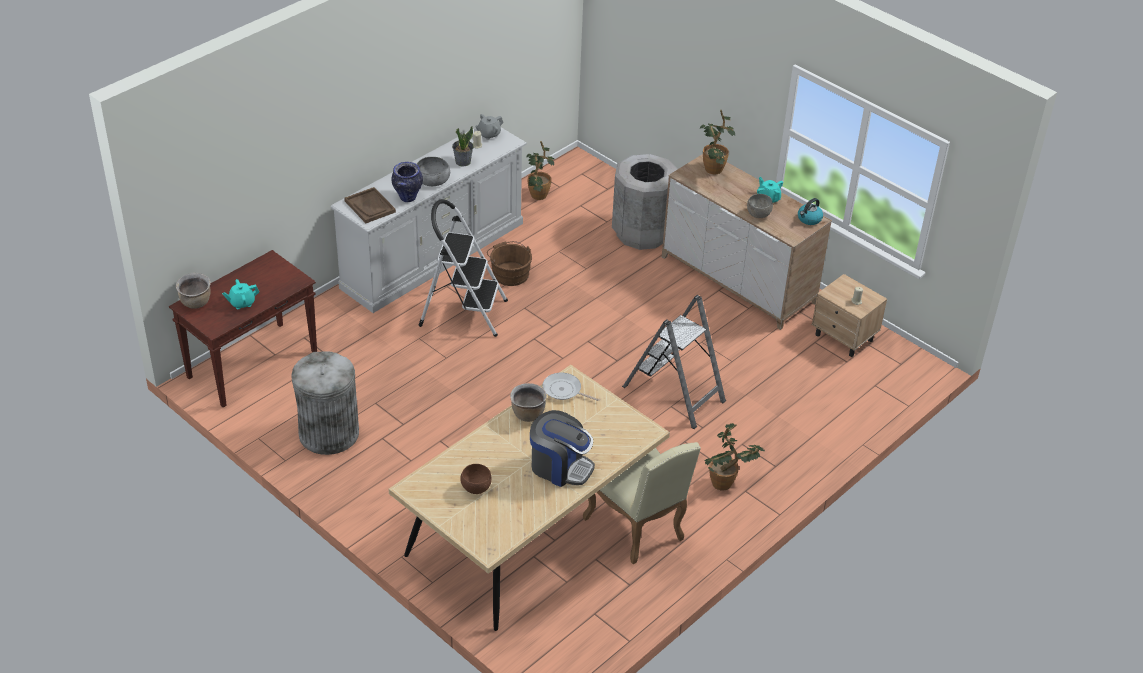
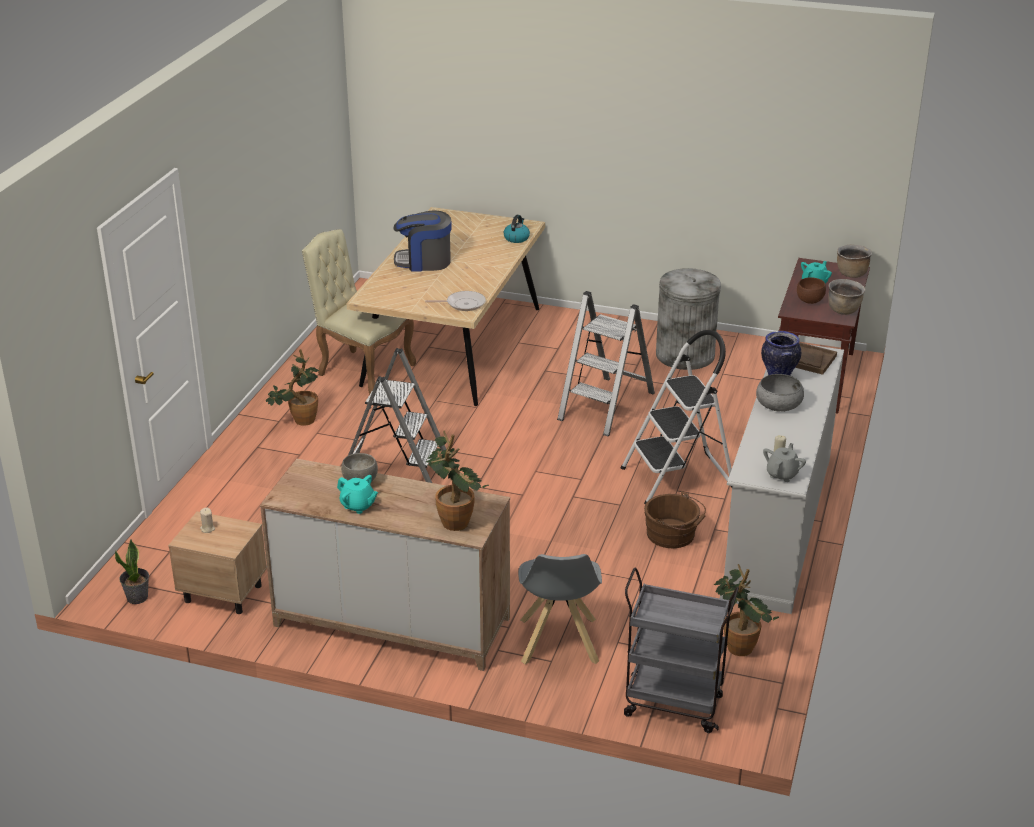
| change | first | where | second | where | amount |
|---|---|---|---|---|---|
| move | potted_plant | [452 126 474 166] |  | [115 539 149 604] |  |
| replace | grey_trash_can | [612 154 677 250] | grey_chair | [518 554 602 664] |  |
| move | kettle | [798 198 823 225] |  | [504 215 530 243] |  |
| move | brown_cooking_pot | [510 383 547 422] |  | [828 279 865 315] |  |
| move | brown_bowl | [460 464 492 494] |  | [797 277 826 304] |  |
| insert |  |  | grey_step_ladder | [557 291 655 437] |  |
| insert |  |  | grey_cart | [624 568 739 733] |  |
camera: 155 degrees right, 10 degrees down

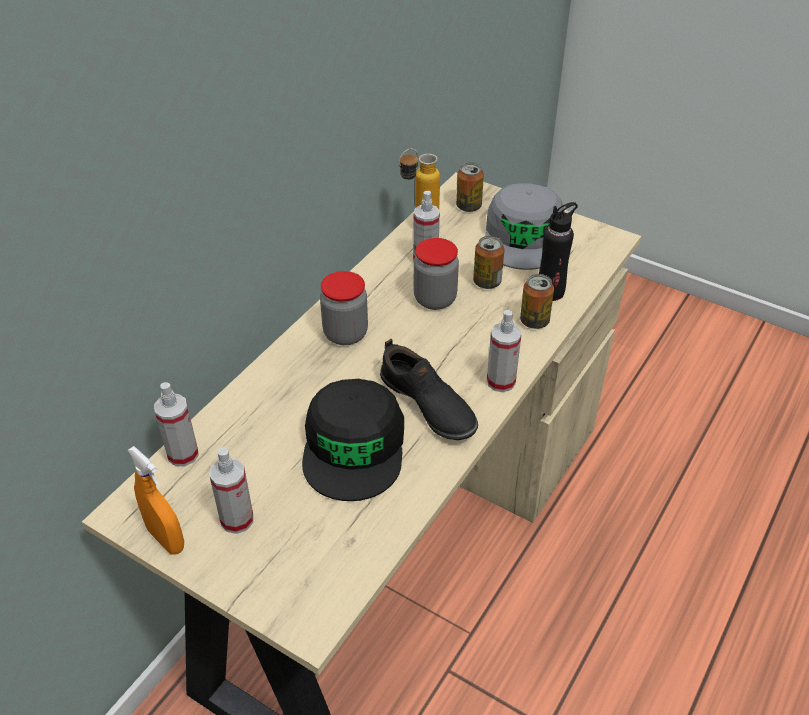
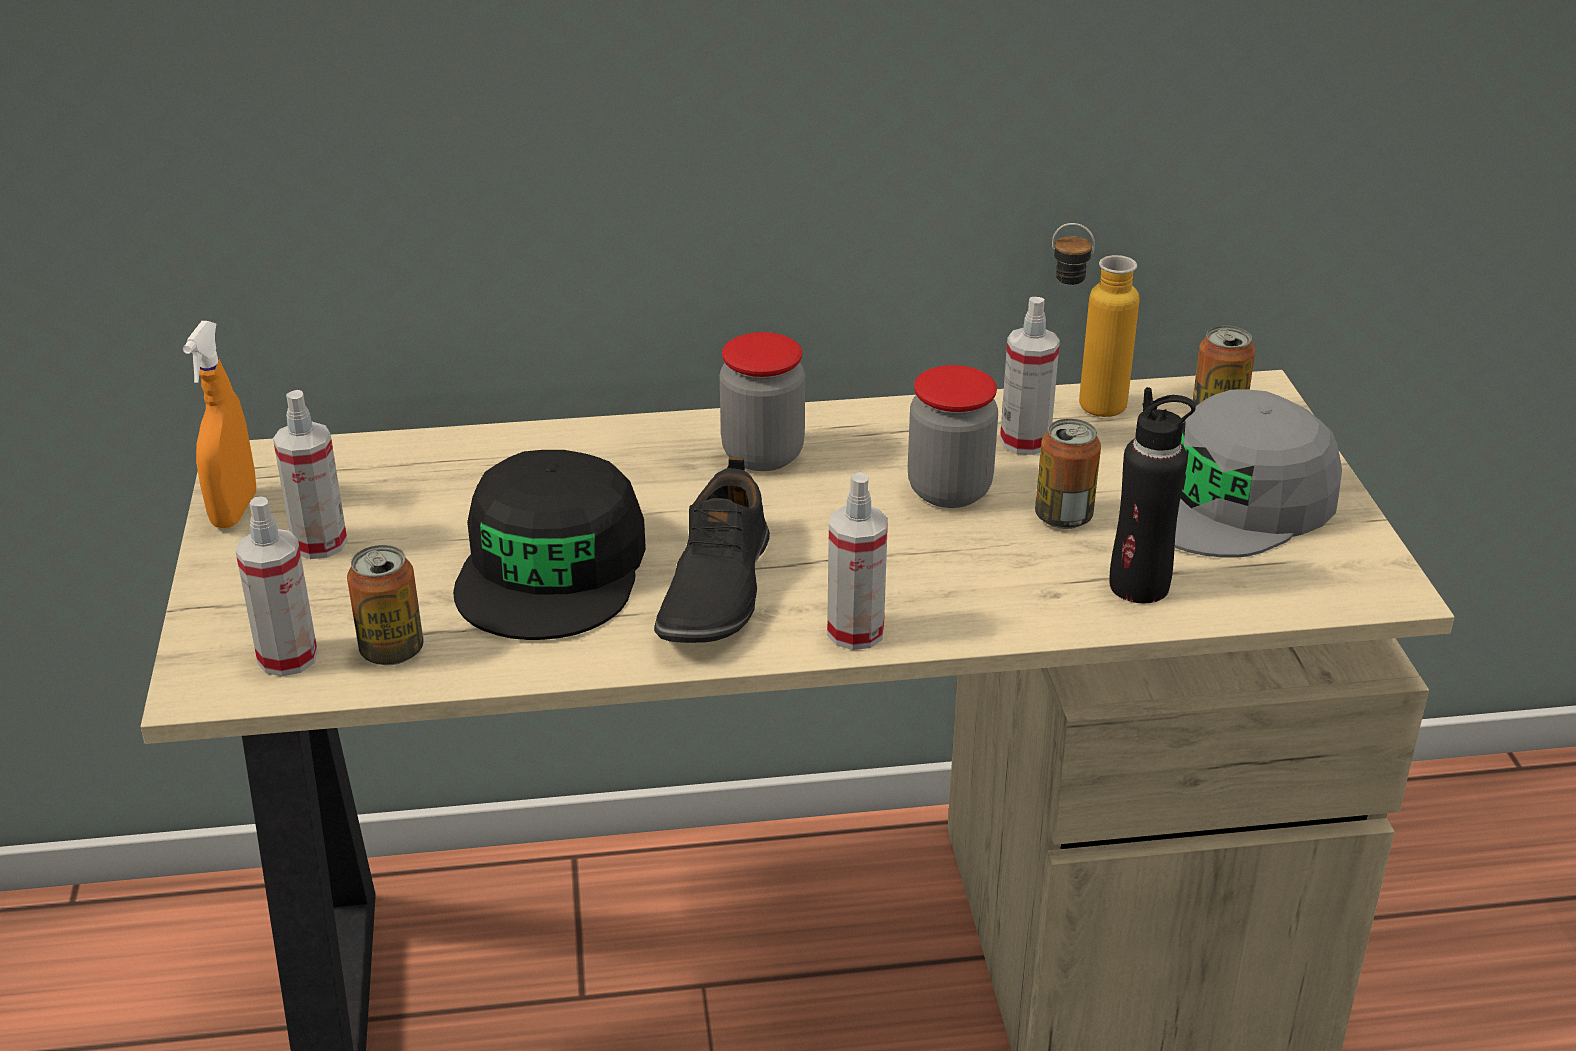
| change | first | where | second | where | amount |
|---|---|---|---|---|---|
| move | can | [520 274 554 329] |  | [347 545 424 665] |  |
| rotate | black_cap | [302 379 404 501] |  | [453 450 646 640] | 45 degrees counterclockwise |
| move | spray_bottle | [154 382 199 466] |  | [235 496 318 677] |  |
camera: 50 degrees right, 10 degrees down

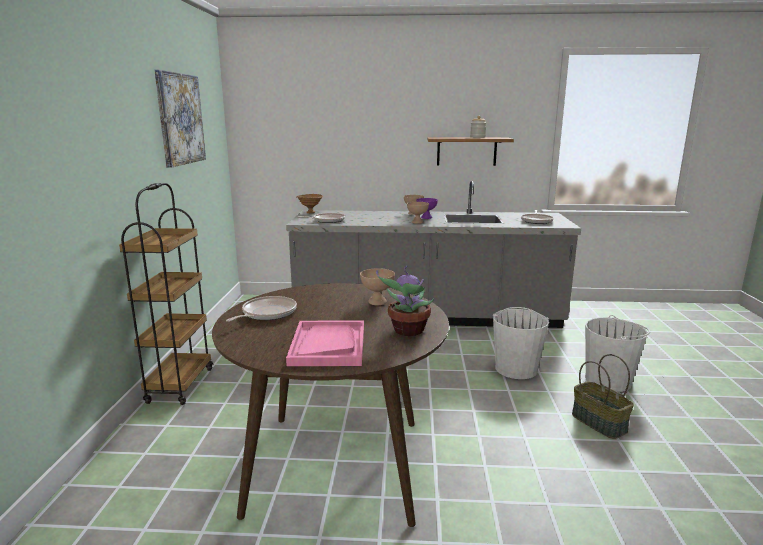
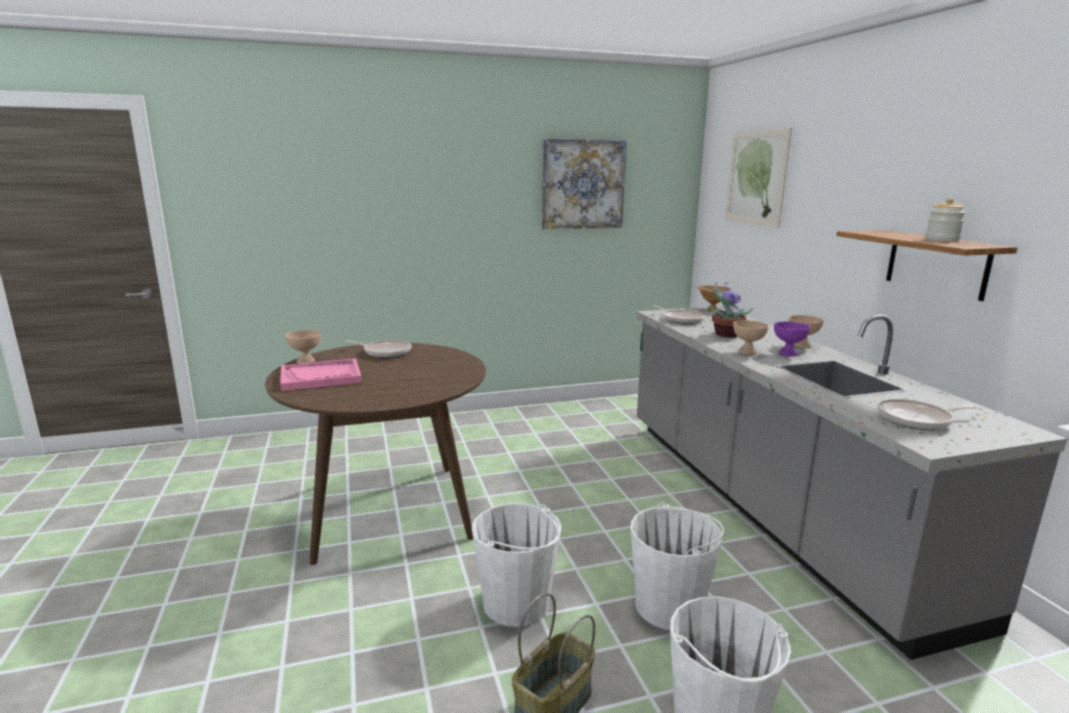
| change | first | where | second | where | amount |
|---|---|---|---|---|---|
| delete | brown_cart | [119 183 213 405] |  |  |  |
| move | potted_plant | [376 266 434 336] |  | [708 282 753 337] |  |
| move | beige_bowl | [360 268 395 305] |  | [285 330 321 364] |  |
| insert |  |  | picture | [725 128 792 228] |  |
| insert |  |  | white_bucket | [472 503 561 627] |  |
camera: 70 degrees right, 0 degrees up

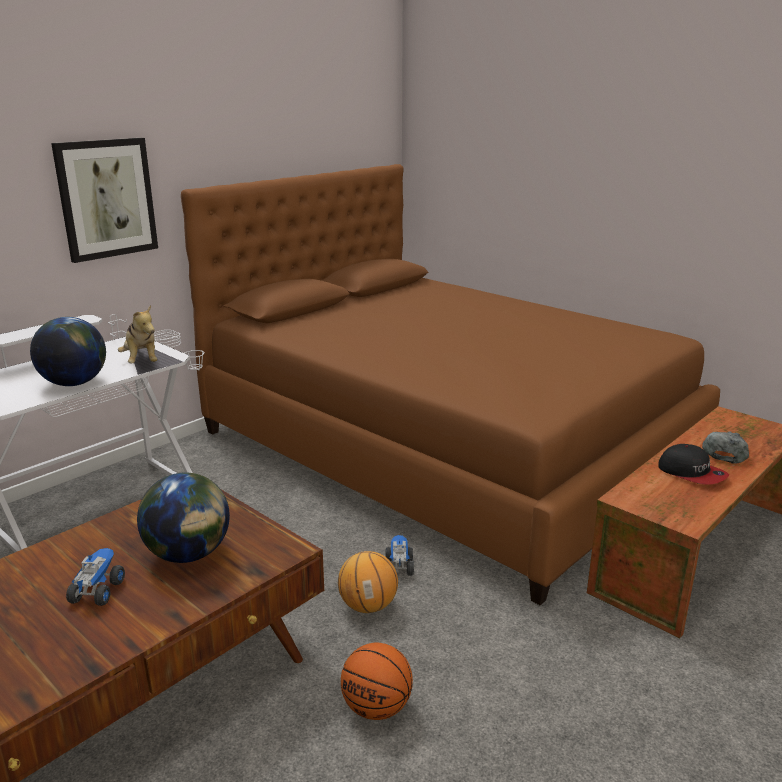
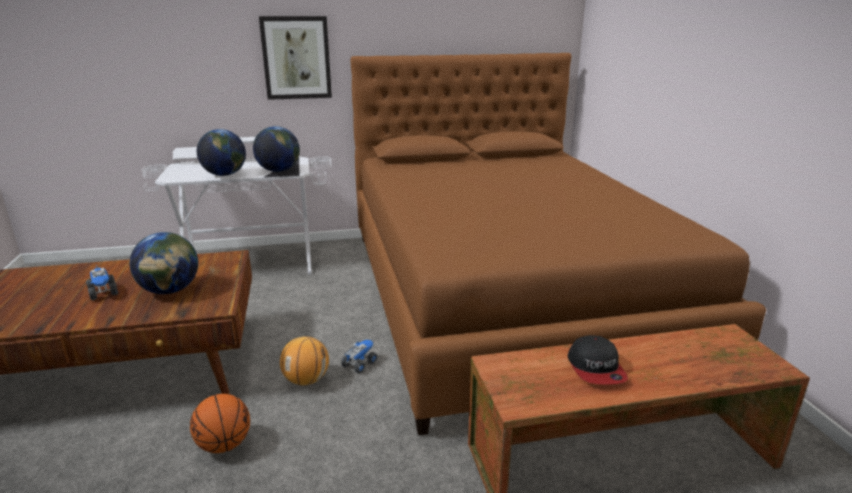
| change | first | where | second | where | amount |
|---|---|---|---|---|---|
| replace | plush_toy | [118 305 157 363] | globe | [253 126 300 172] |  |
| delete | grey_cap | [702 432 749 464] |  |  |  |
| rotate | toy_truck | [66 548 125 606] |  | [86 264 118 300] | 105 degrees clockwise |
camera: 35 degrees right, 0 degrees up

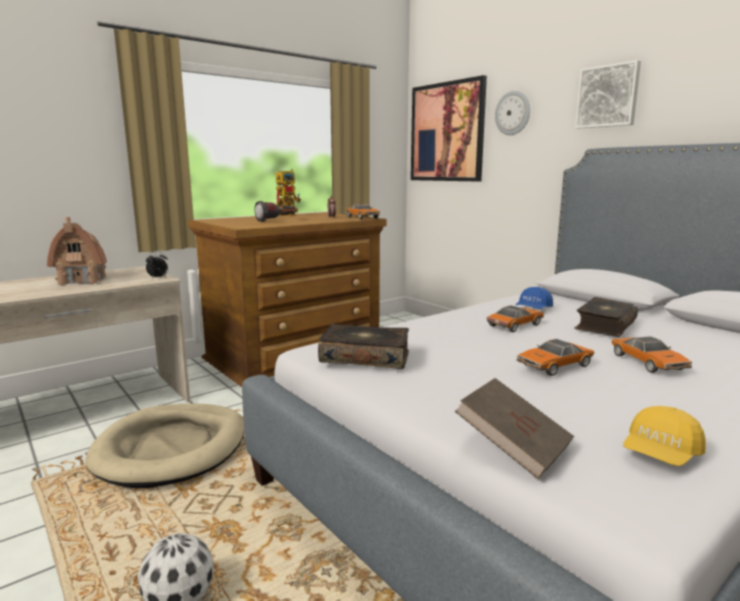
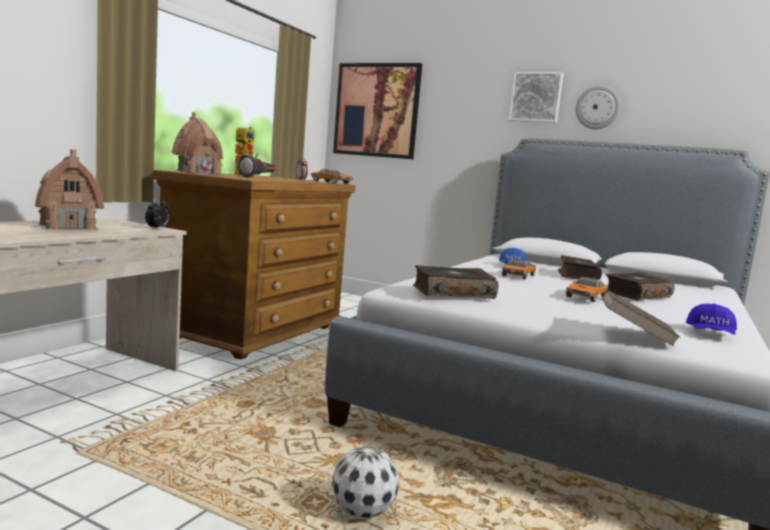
| change | first | where | second | where | amount |
|---|---|---|---|---|---|
| move | wall_clock | [495 91 530 135] |  | [576 86 620 129] |  |
| replace | toy_car | [611 336 692 373] | book | [606 272 675 300] |  |
| delete | beige_dog_bed | [85 403 244 488] |  |  |  |
| recolor | yellow_cap | [623 406 706 466] | blue_cap | [686 303 737 335] |  |
| insert |  |  | toy_house | [172 112 223 175] |  |
camera: 25 degrees left, 5 degrees down

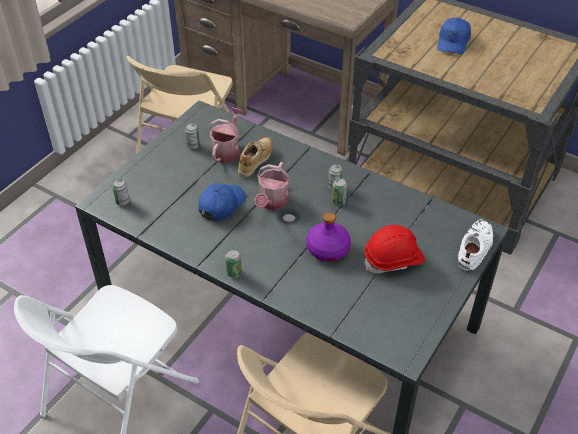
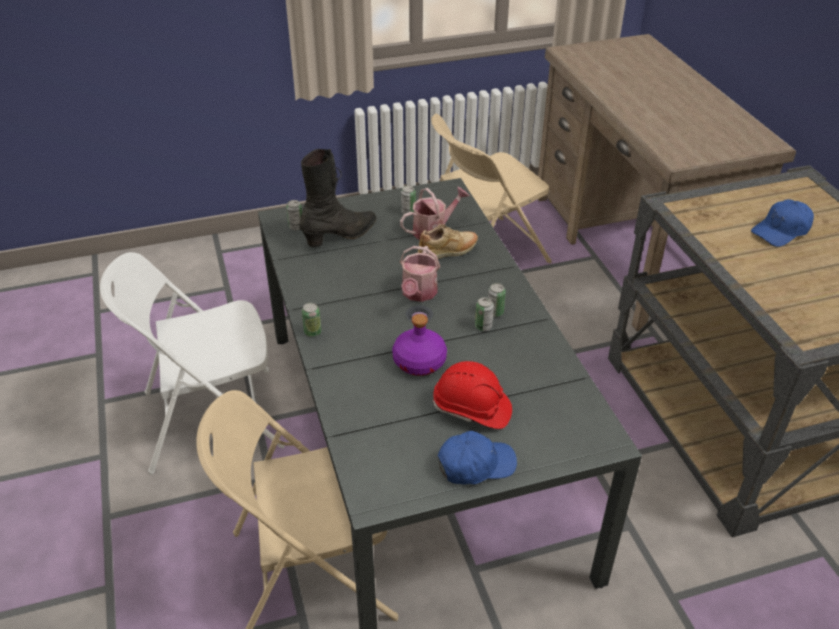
| change | first | where | second | where | amount |
|---|---|---|---|---|---|
| rotate | watering_can | [254 162 290 210] |  | [400 246 440 302] | 45 degrees counterclockwise |
| move | blue_cap | [199 184 246 221] |  | [438 431 517 485] |  |
| delete | white_shoe | [457 219 493 271] |  |  |  |
| insert |  |  | black_boot | [299 149 376 247] |  |
camera: 40 degrees right, 5 degrees down

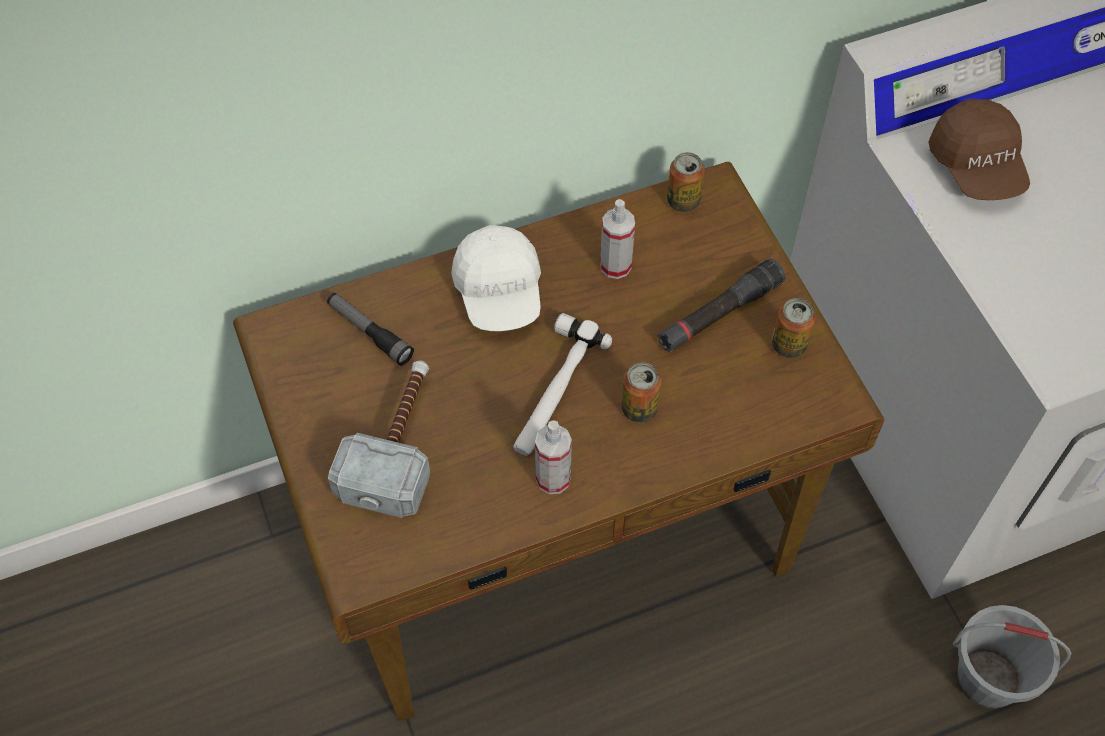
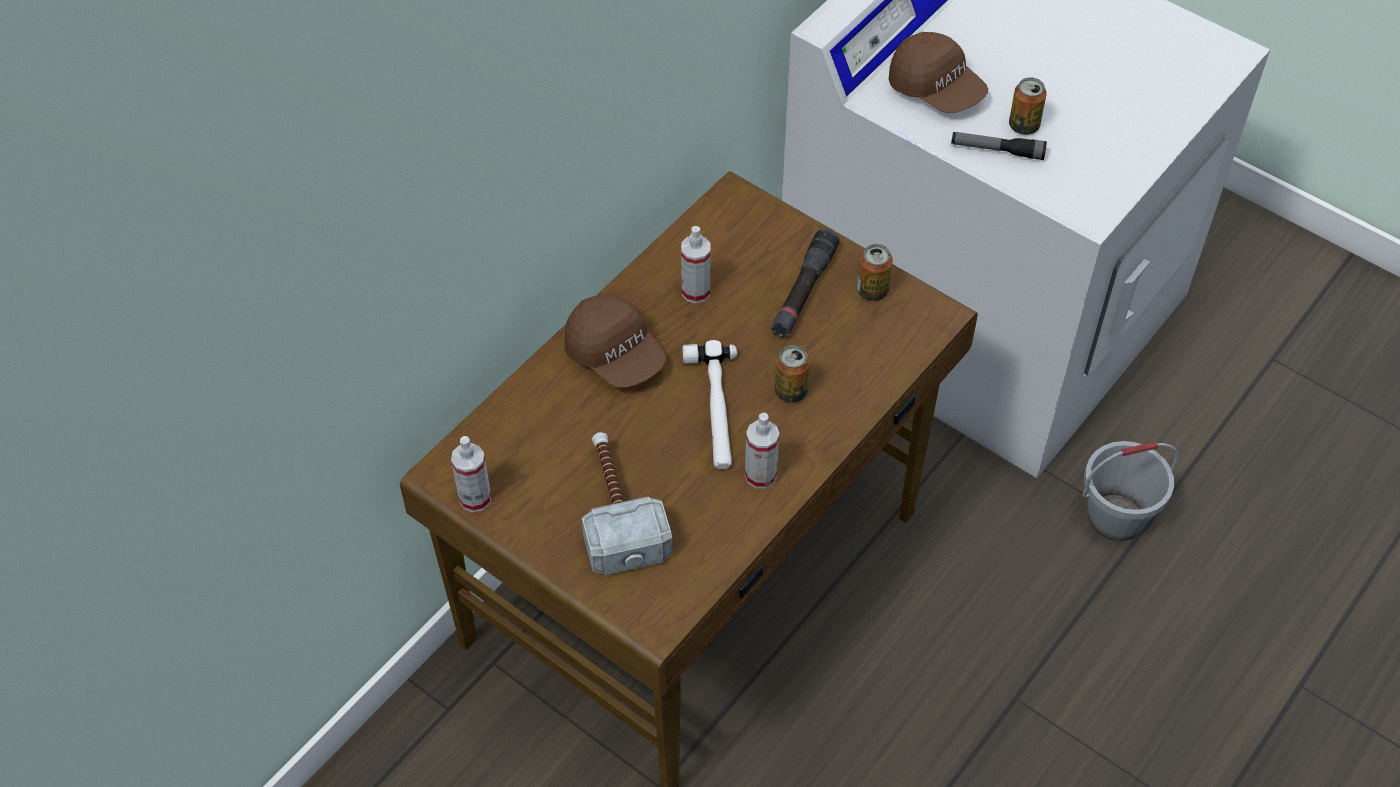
| change | first | where | second | where | amount |
|---|---|---|---|---|---|
| move | can | [667 152 705 212] |  | [1009 77 1047 135] |  |
| recolor | white_cap | [451 225 541 331] | brown_cap | [564 294 666 388] |  |
| move | flashlight | [327 293 414 365] |  | [951 132 1047 160] |  |
| insert |  |  | spray_bottle | [451 436 491 512] |  |
camera: 30 degrees left, 5 degrees down

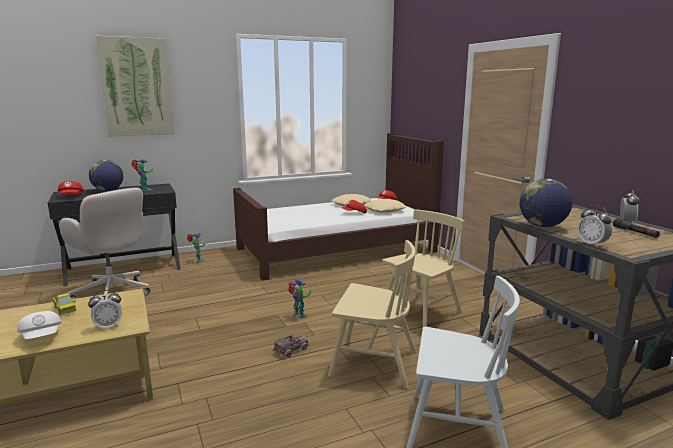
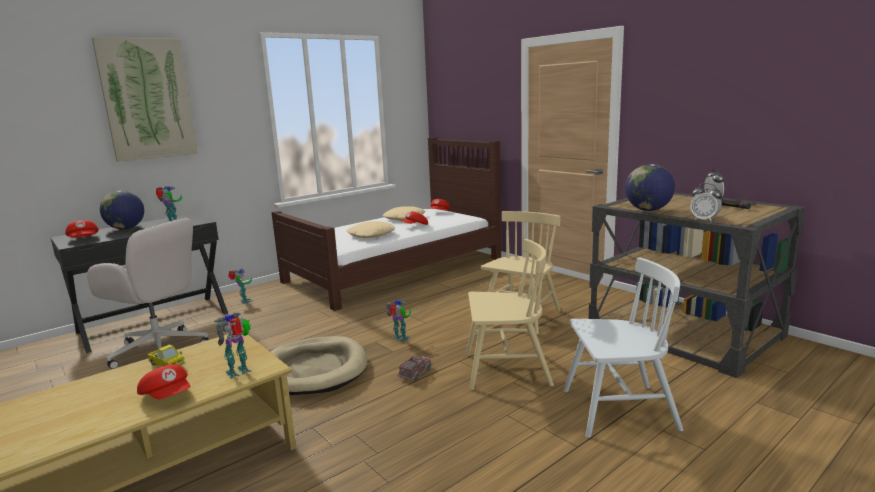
| change | first | where | second | where | amount |
|---|---|---|---|---|---|
| move | beige_pillow | [364 199 406 213] |  | [346 221 395 238] |  |
| replace | alarm_clock | [88 290 122 331] | toy_robot | [214 313 251 379] |  |
| recolor | white_cap | [17 311 62 339] | red_cap | [137 364 191 399] |  |
| insert |  |  | beige_dog_bed | [271 336 367 395] |  |
camera: 15 degrees left, 0 degrees up

